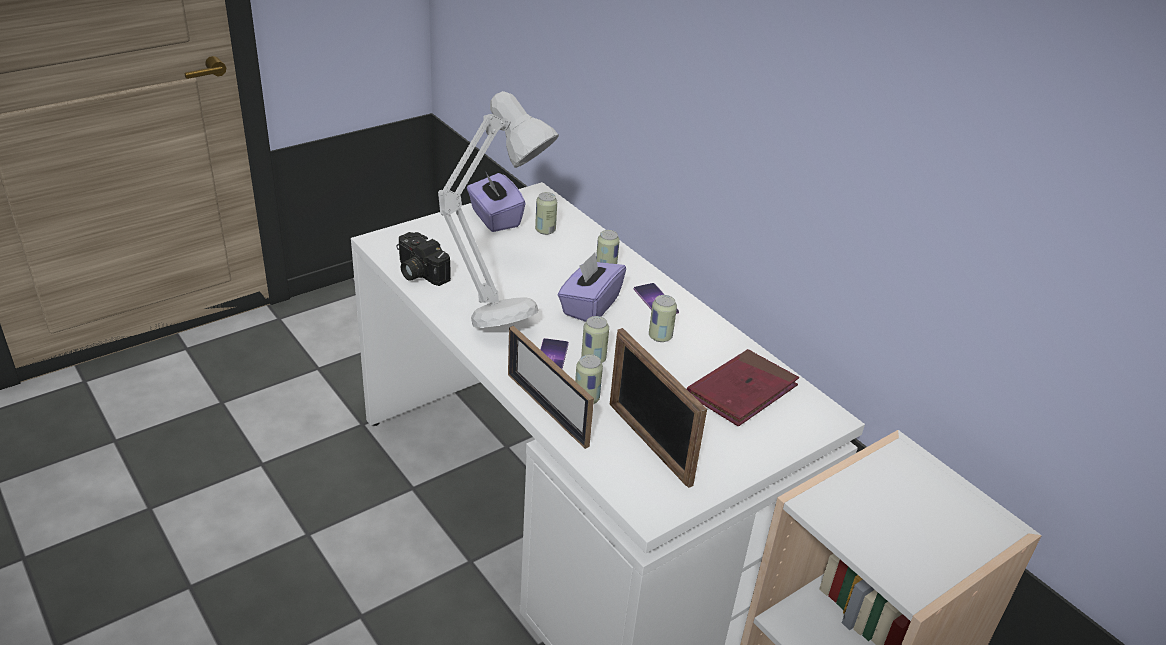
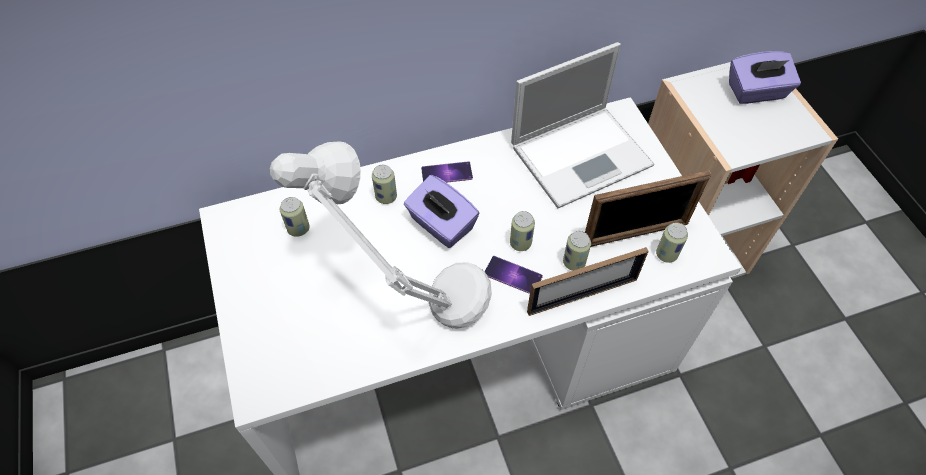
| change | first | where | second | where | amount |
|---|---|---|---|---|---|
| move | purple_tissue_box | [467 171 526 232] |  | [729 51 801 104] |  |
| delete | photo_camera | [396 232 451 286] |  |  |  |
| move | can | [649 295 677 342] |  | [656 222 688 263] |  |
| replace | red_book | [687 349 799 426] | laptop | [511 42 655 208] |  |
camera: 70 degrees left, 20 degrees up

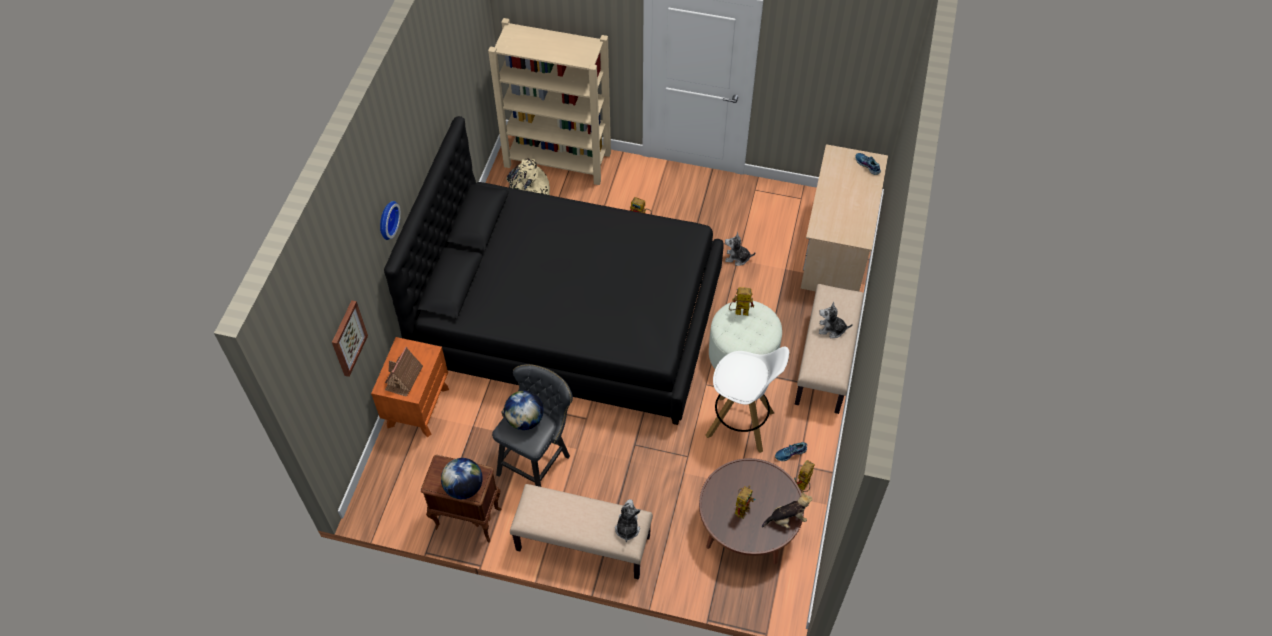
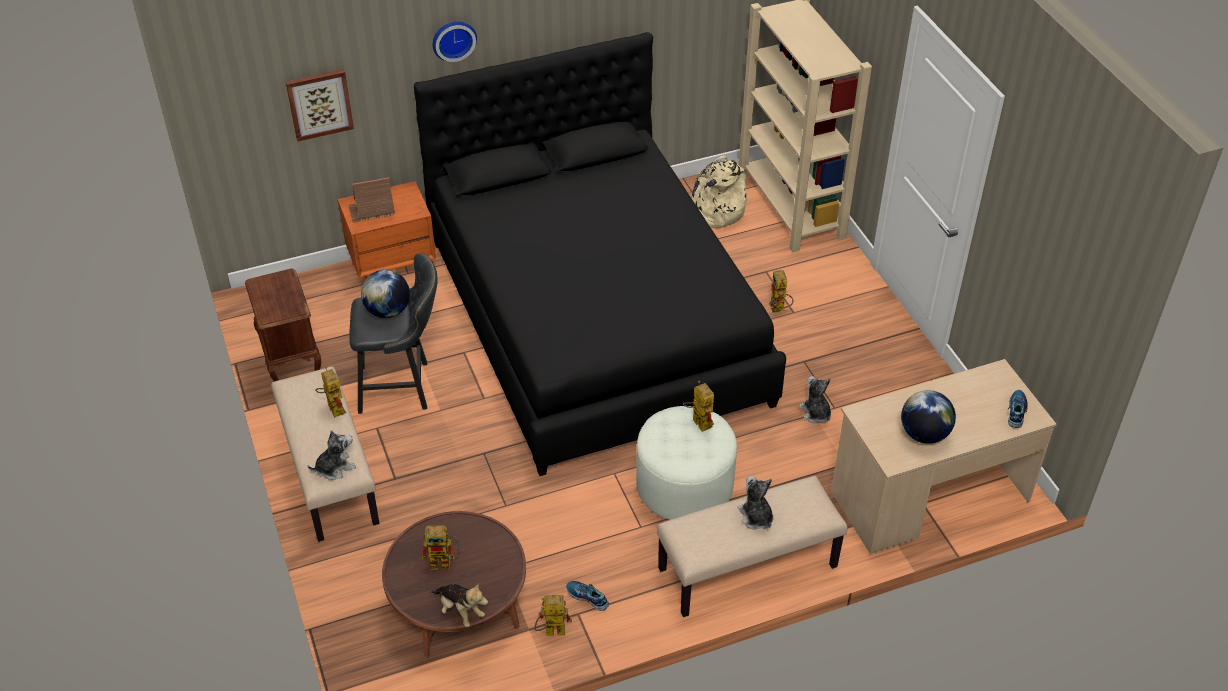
| change | first | where | second | where | amount |
|---|---|---|---|---|---|
| delete | white_stool | [706 347 789 453] |  |  |  |
| move | globe | [441 458 483 499] |  | [901 390 956 444] |  |
| insert |  |  | toy_robot | [315 367 346 417] |  |
camera: 55 degrees right, 10 degrees down

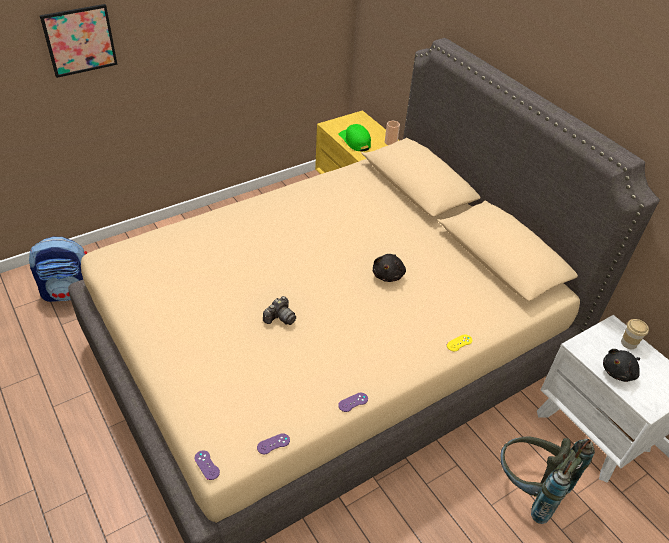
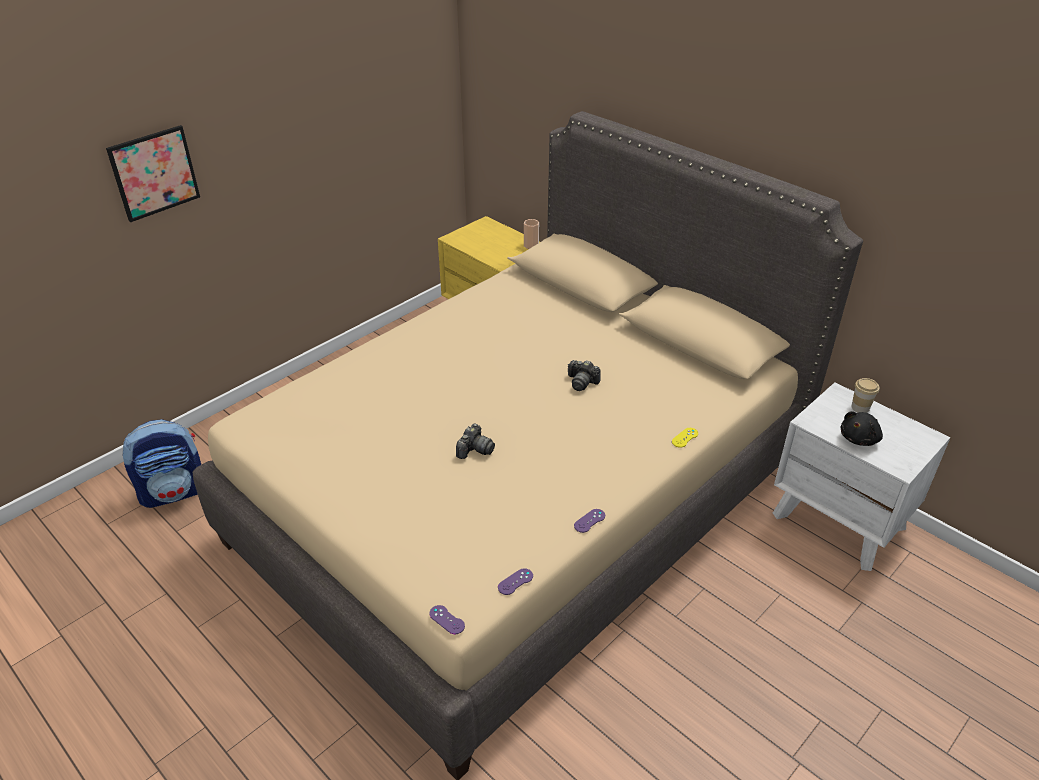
| change | first | where | second | where | amount |
|---|---|---|---|---|---|
| delete | green_cap | [338 124 371 152] |  |  |  |
| replace | black_plush_toy | [373 254 406 282] | photo_camera | [568 360 601 391] |  |
| delete | grey_backpack | [500 437 595 524] |  |  |  |
camera: 10 degrees left, 5 degrees down

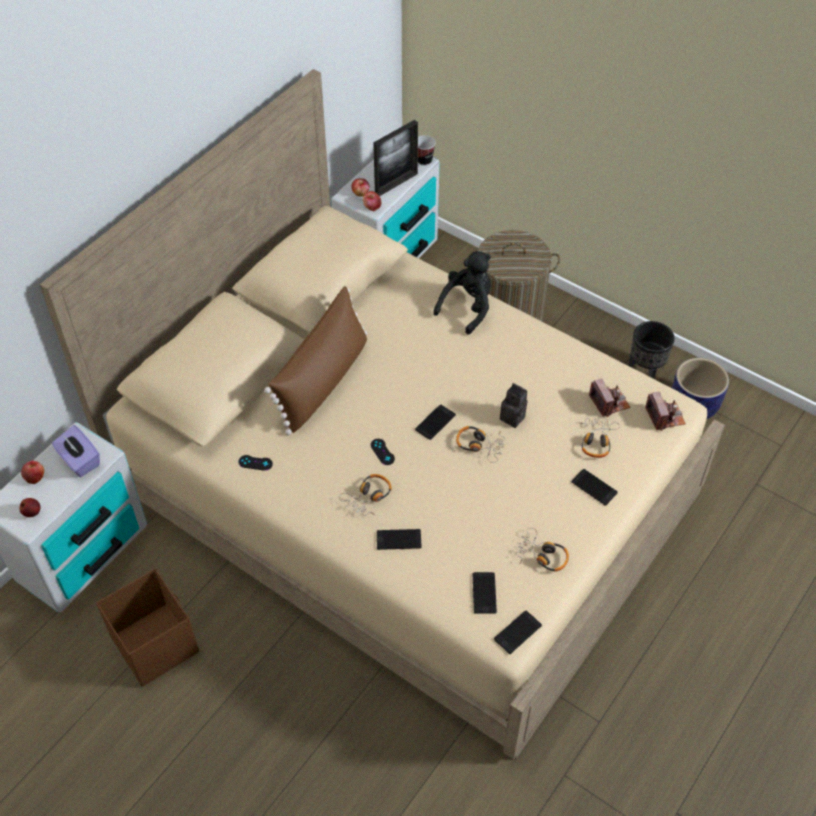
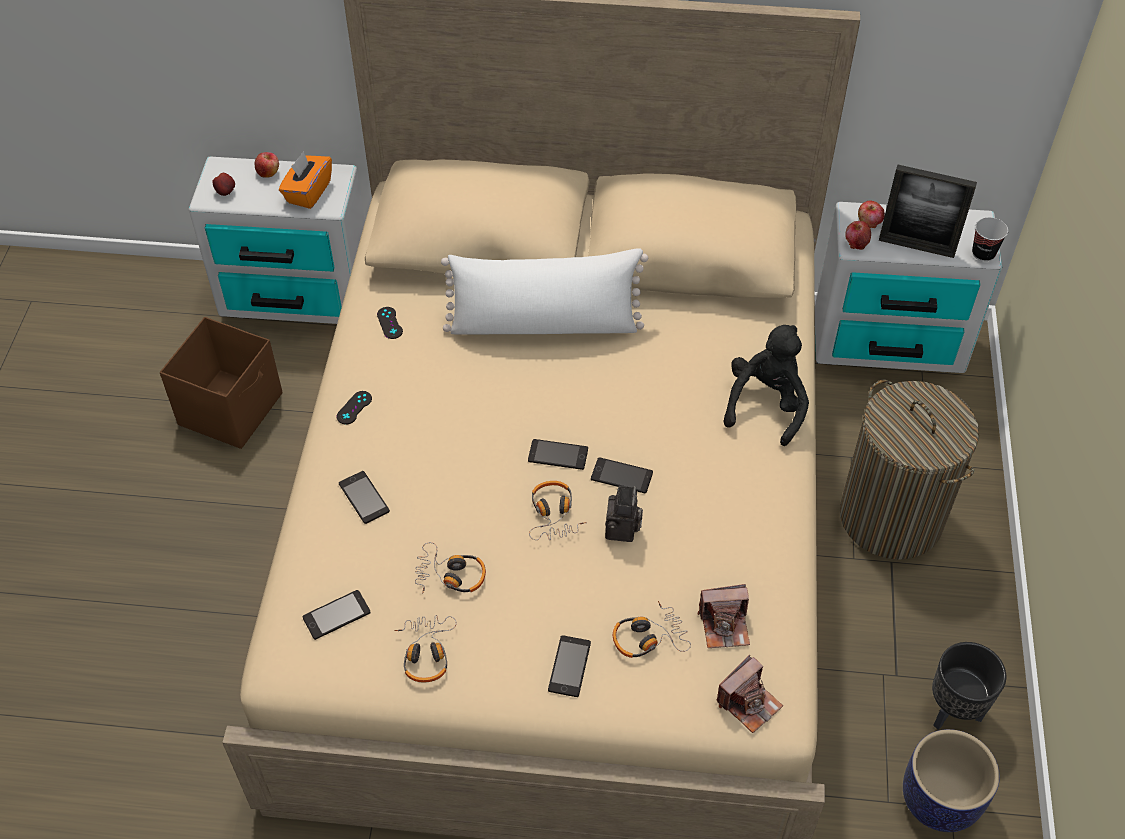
| change | first | where | second | where | amount |
|---|---|---|---|---|---|
| rotate | black_plush_toy | [433 251 491 334] |  | [724 325 809 446] | 75 degrees counterclockwise |
| recolor | brown_pillow | [264 286 367 435] | white_pillow | [441 248 648 335] |  |
| rotate | photo_camera | [589 379 630 417] |  | [698 584 750 648] | 45 degrees clockwise |
| recolor | purple_tissue_box | [52 425 100 477] | orange_tissue_box | [279 151 332 209] |  |
| move | black_game_controller | [371 439 395 465] |  | [336 391 372 425] |  |
| move | headphones | [339 474 391 516] |  | [415 542 486 594] |  |
| move | phone | [494 610 542 654] |  | [591 457 653 494] |  |
camera: 60 degrees right, 0 degrees up

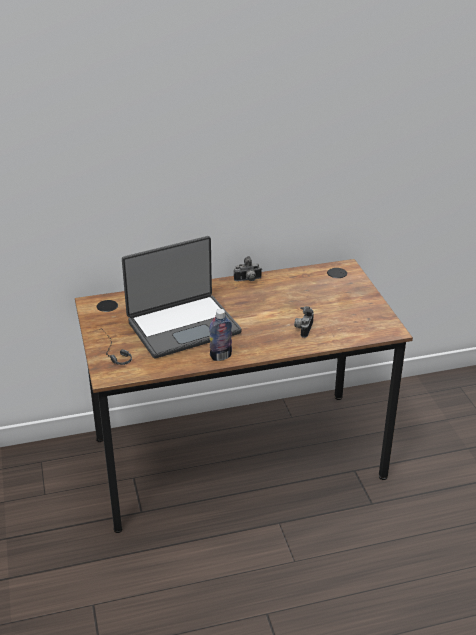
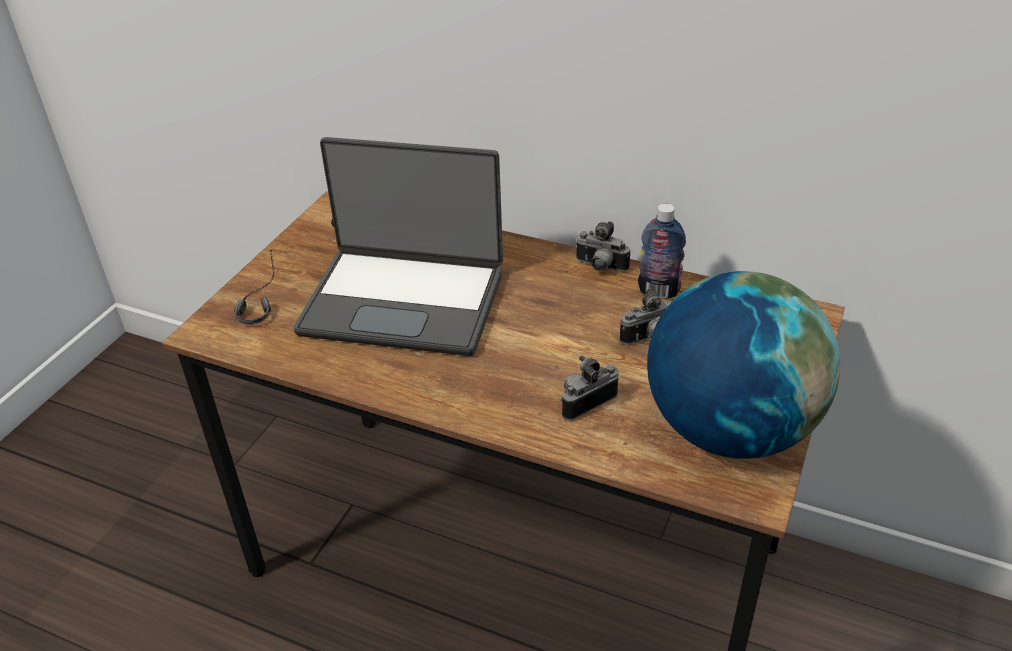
| change | first | where | second | where | amount |
|---|---|---|---|---|---|
| move | bottle | [209 309 232 361] |  | [638 204 686 299] |  |
| insert |  |  | globe | [647 271 840 459] |  |
| insert |  |  | photo_camera | [619 288 671 345] |  |
camera: 40 degrees right, 5 degrees up

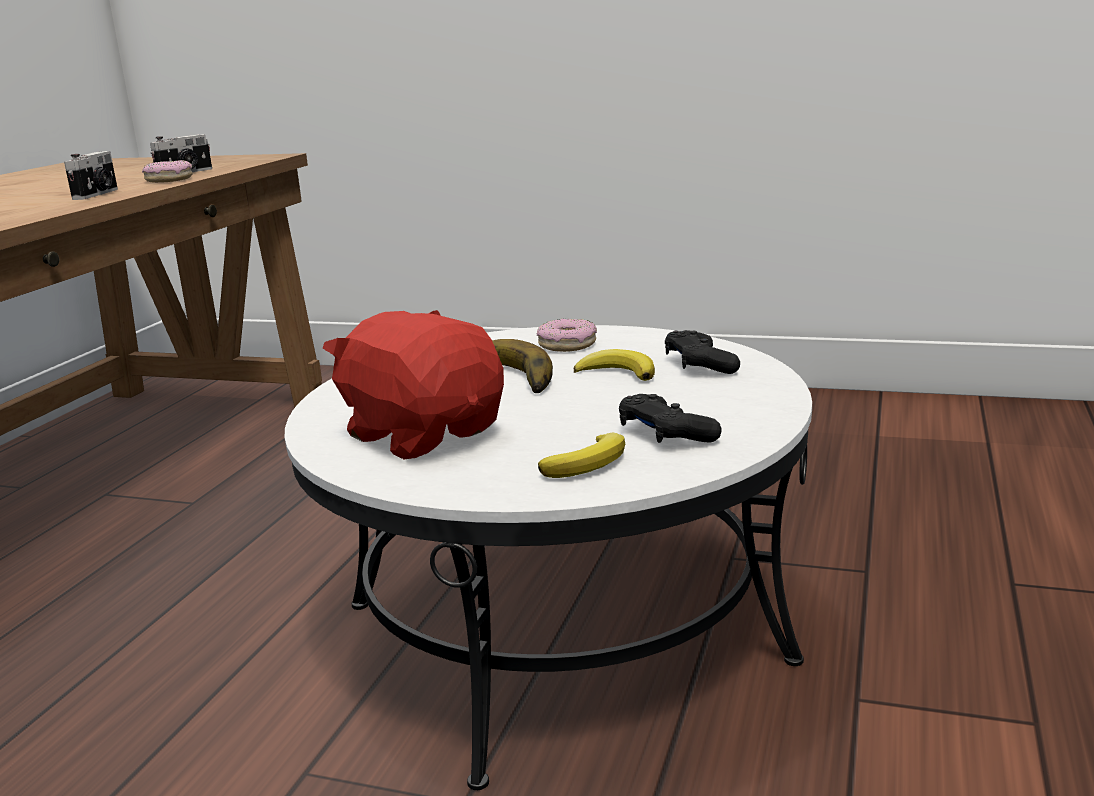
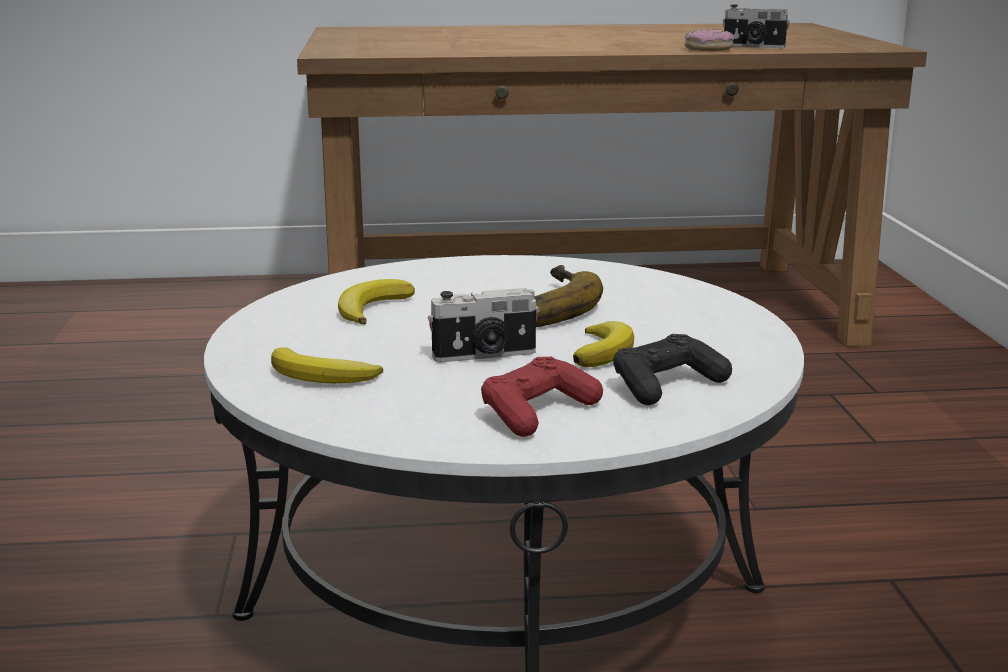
| change | first | where | second | where | amount |
|---|---|---|---|---|---|
| move | photo_camera | [64 151 118 200] |  | [428 288 540 362] |  |
| replace | red_plush_toy | [323 310 504 459] | banana | [338 279 415 325] |  |
| delete | donut | [537 319 597 352] |  |  |  |
| delete | black_game_controller | [619 394 722 443] |  |  |  |
| insert |  |  | red_game_controller | [481 356 603 437] |  |
camera: 65 degrees right, 0 degrees up

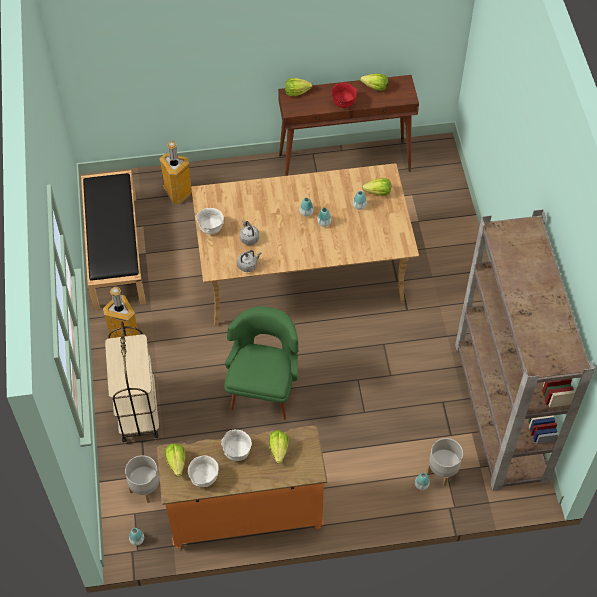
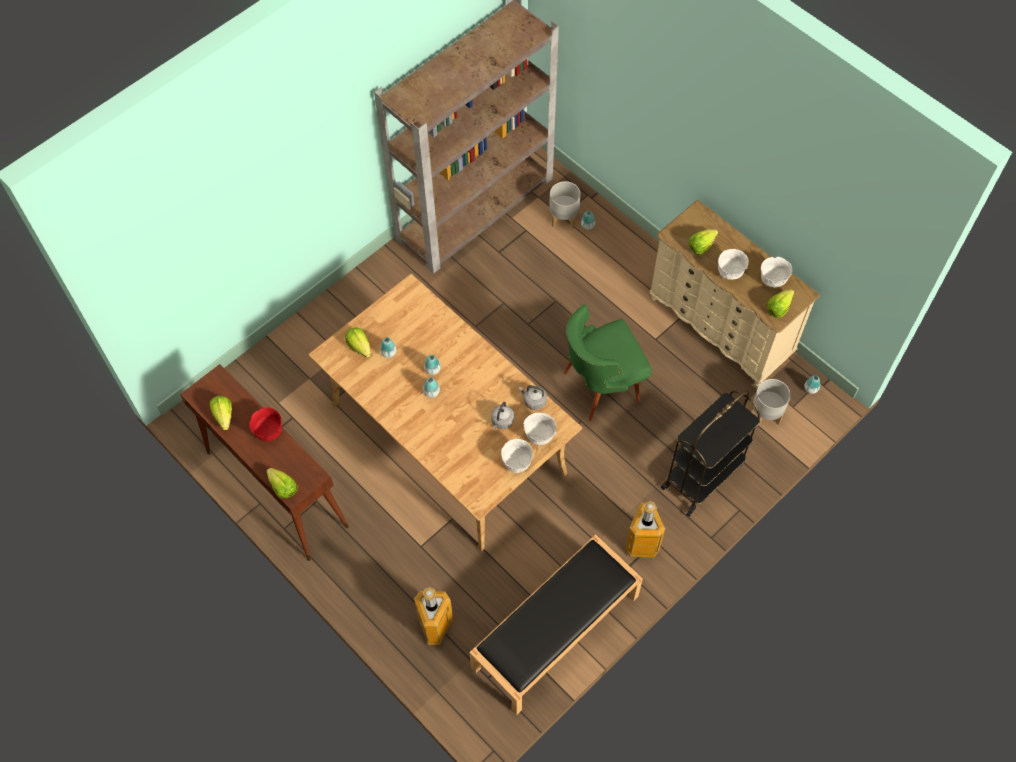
| change | first | where | second | where | amount |
|---|---|---|---|---|---|
| recolor | beige_cart | [105 321 159 442] | black_cart | [661 390 760 517] |  |
| recolor | orange_dresser | [157 425 328 549] | beige_dresser | [650 200 820 386] |  |
| insert |  |  | white_bowl | [524 413 556 445] |  |
camera: 125 degrees left, 5 degrees up

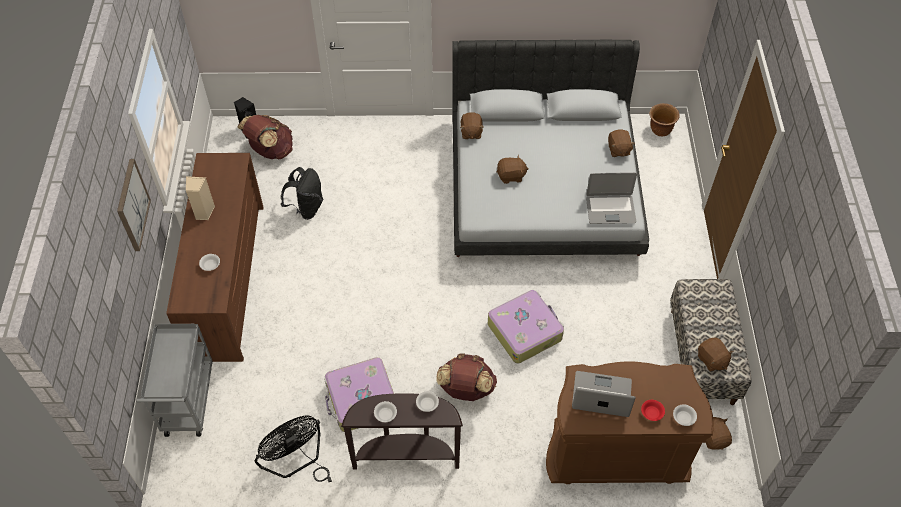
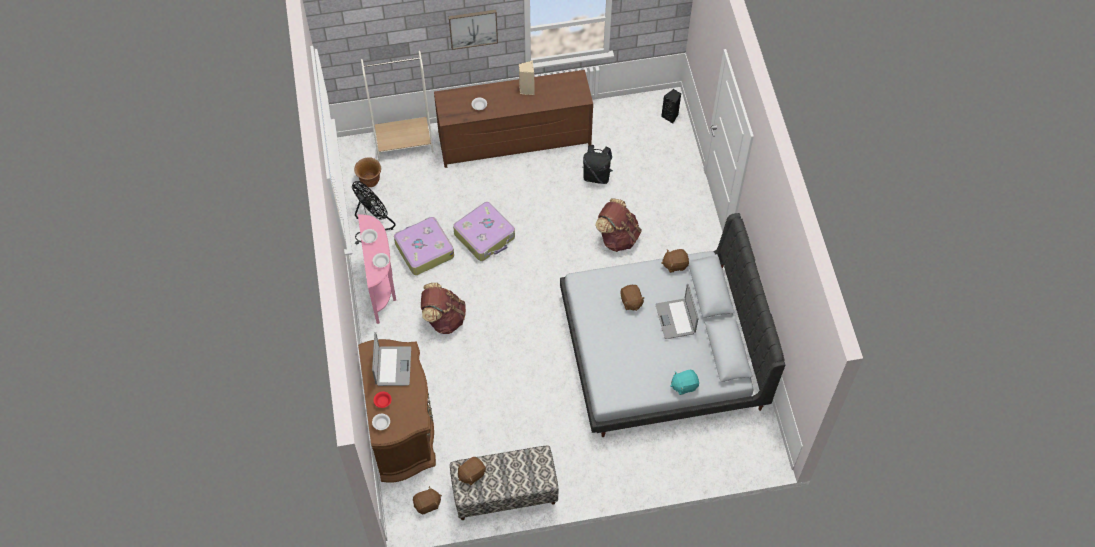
| change | first | where | second | where | amount |
|---|---|---|---|---|---|
| move | brown_planter | [649 103 680 136] |  | [354 157 381 187] |  |
| move | brown_backpack | [237 115 293 159] |  | [596 198 642 252] |  |
| recolor | brown_plush_toy | [608 130 635 157] | turquoise_plush_toy | [671 370 699 395] |  |
| move | laptop | [586 172 637 224] |  | [655 284 698 339] |  |
| move | suitcase | [488 290 564 363] |  | [453 202 515 261] |  |
| replace | grey_cart | [137 324 213 437] | clothes_rack | [361 51 434 161] |  |
| recolor | brown_console_table | [341 393 463 470] | pink_console_table | [358 214 396 324] |  |
camera: 80 degrees right, 5 degrees up

